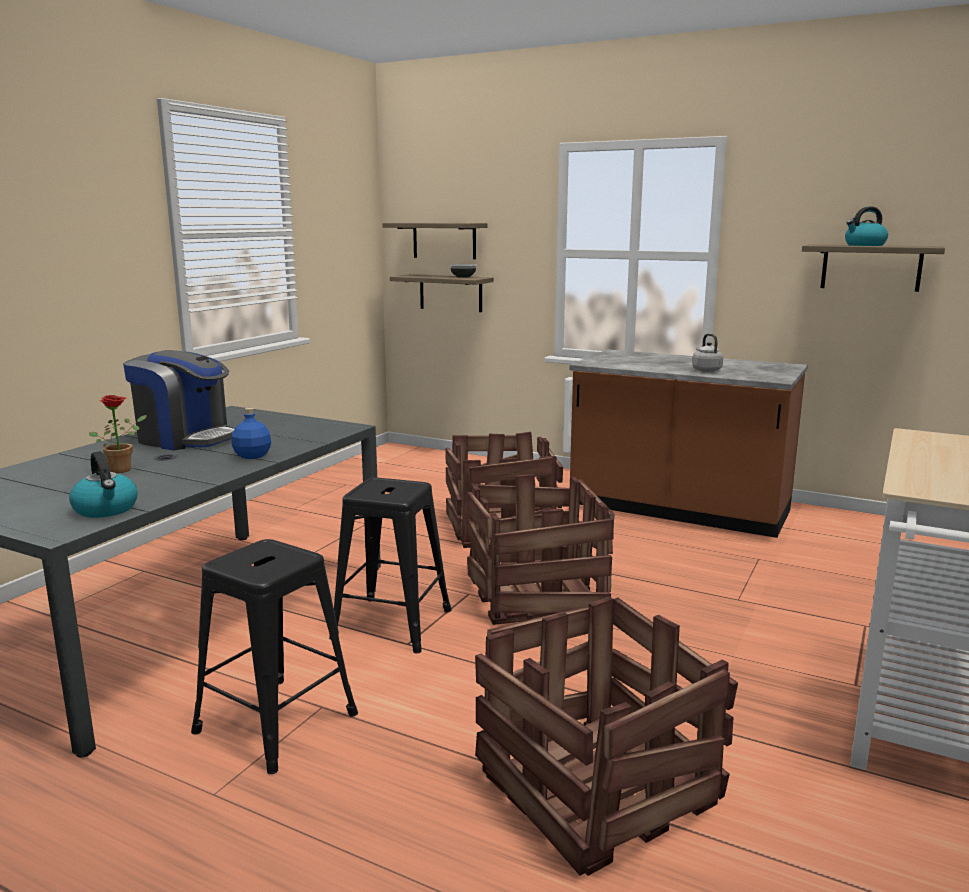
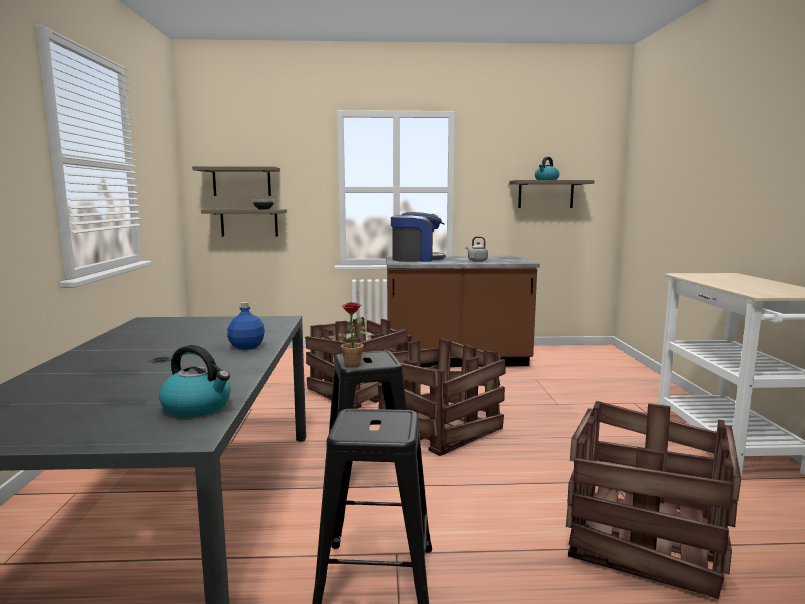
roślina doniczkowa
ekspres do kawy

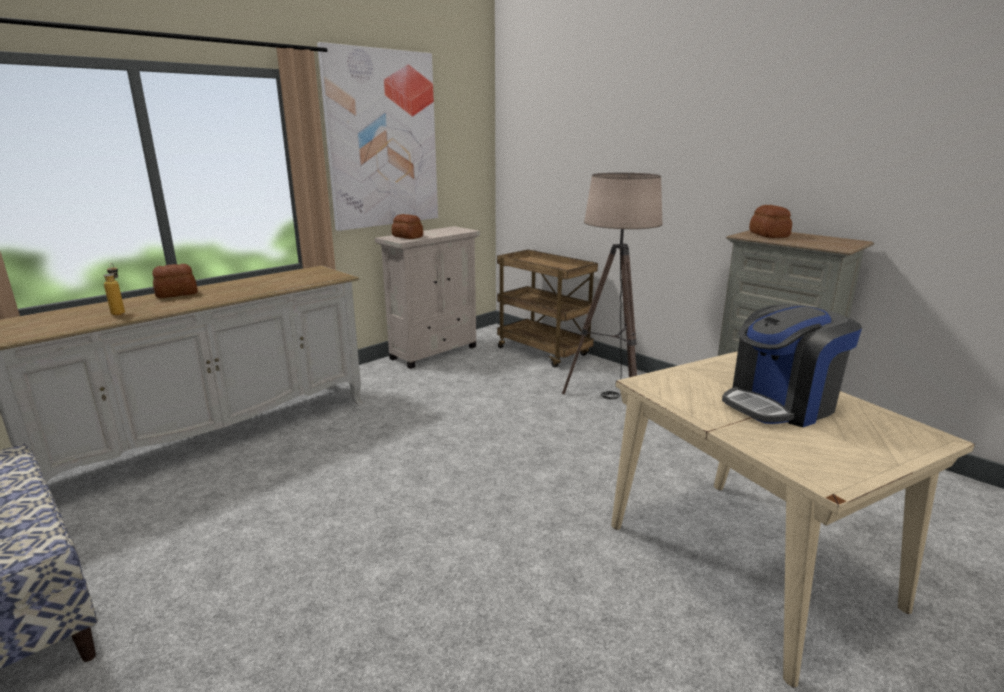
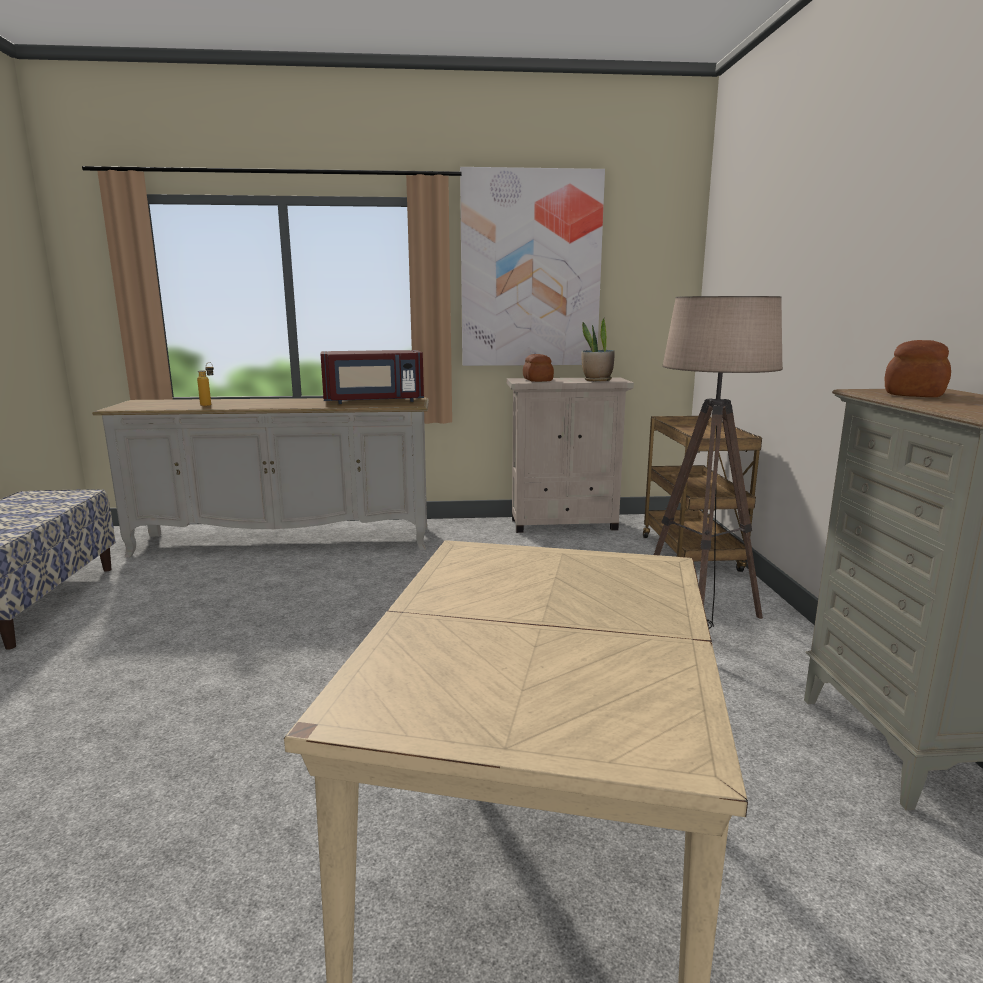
chleb (1st from left in the first image)
ekspres do kawy
mikrofalówka (czerwony)
roślina doniczkowa

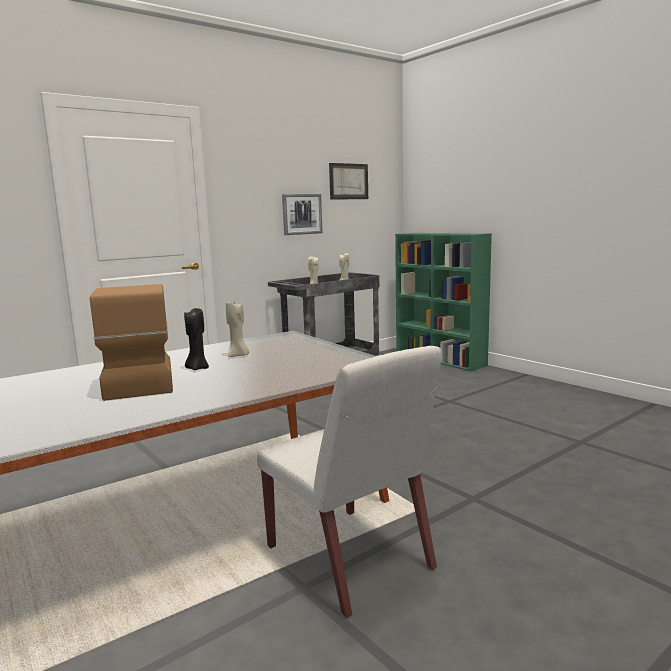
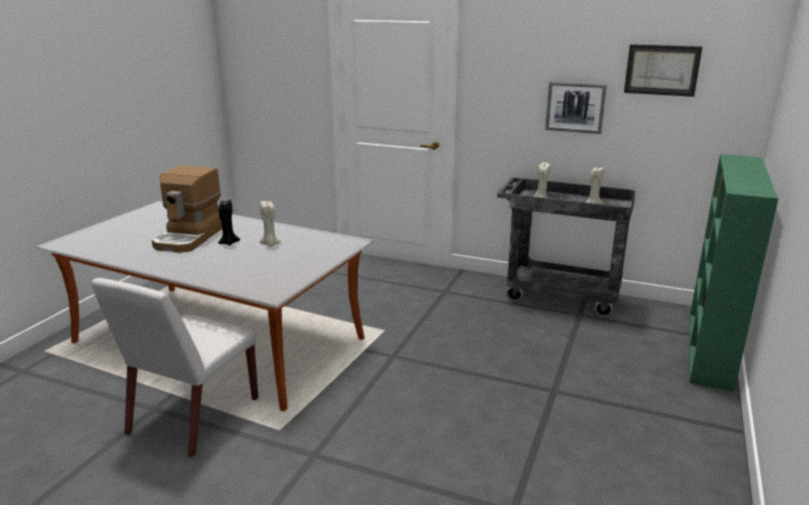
ekspres do kawy

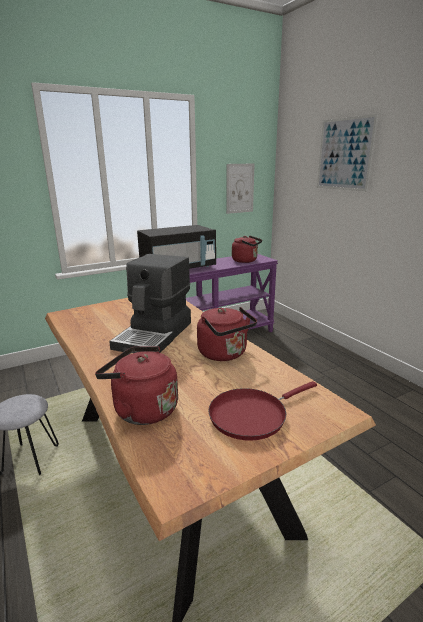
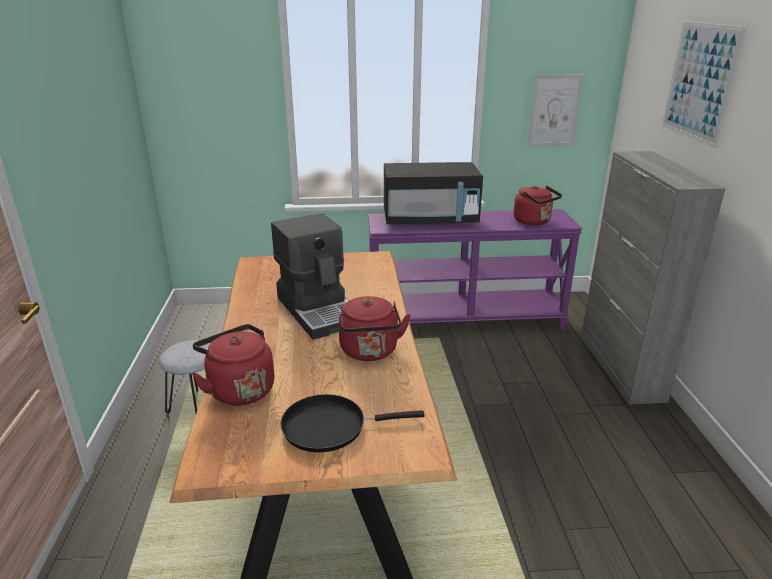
ekspres do kawy
patelnia (czarny)
szafka (szary)

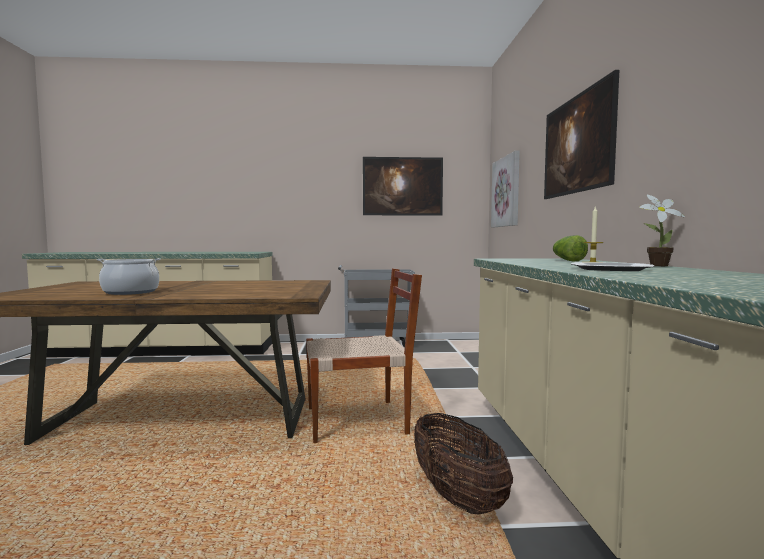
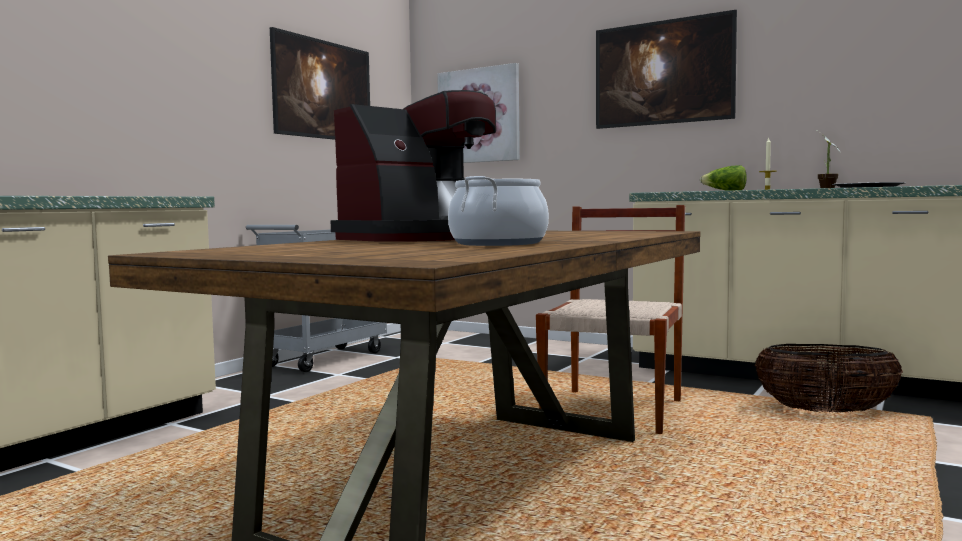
ekspres do kawy

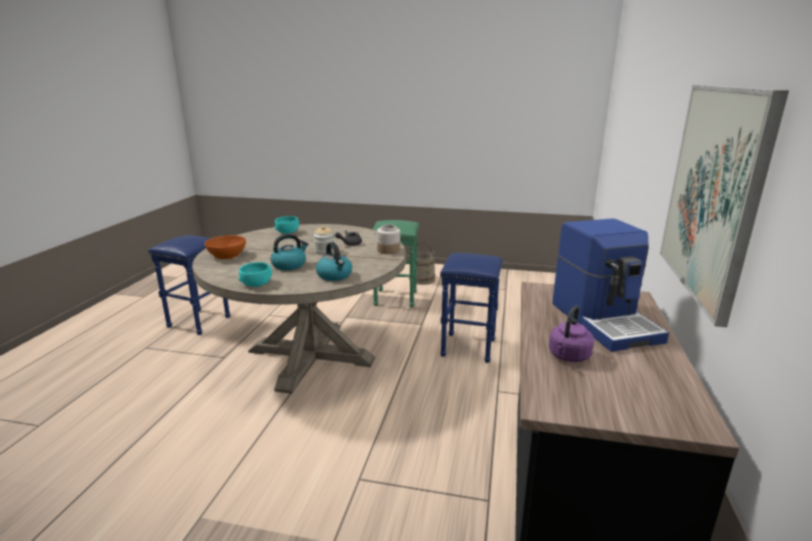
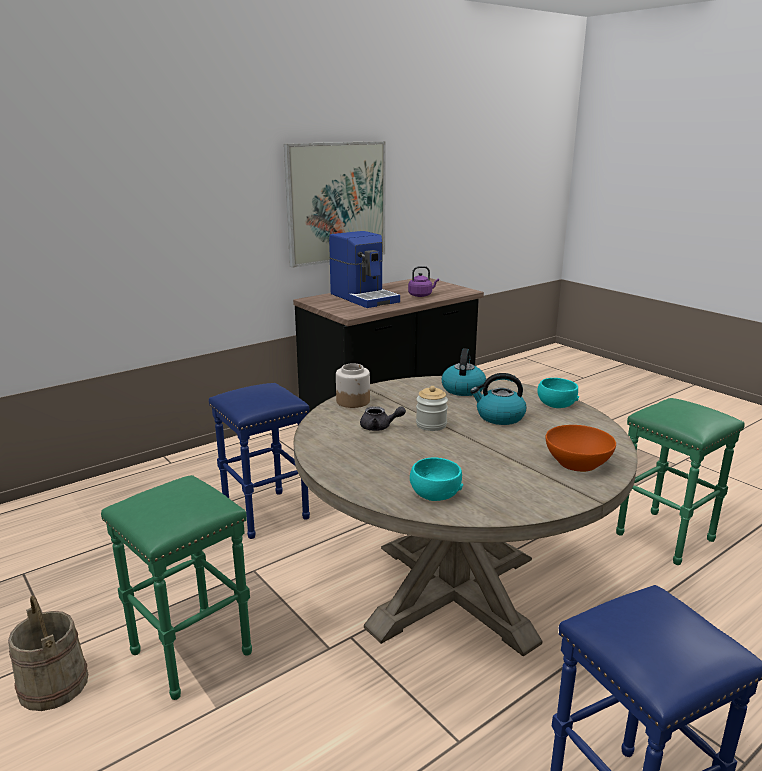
ekspres do kawy
stołek (zielony) (2nd from left)

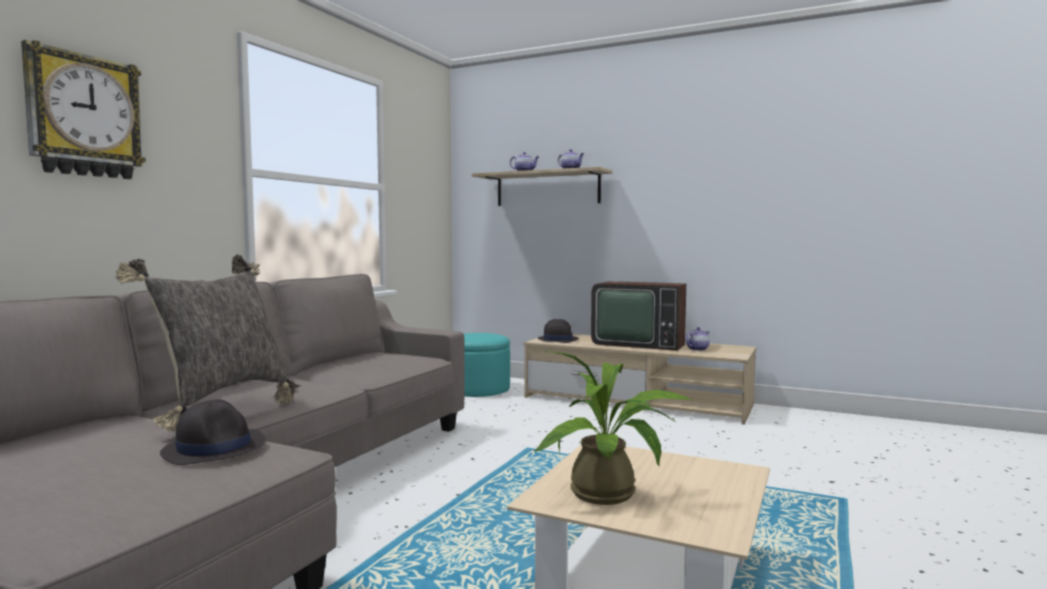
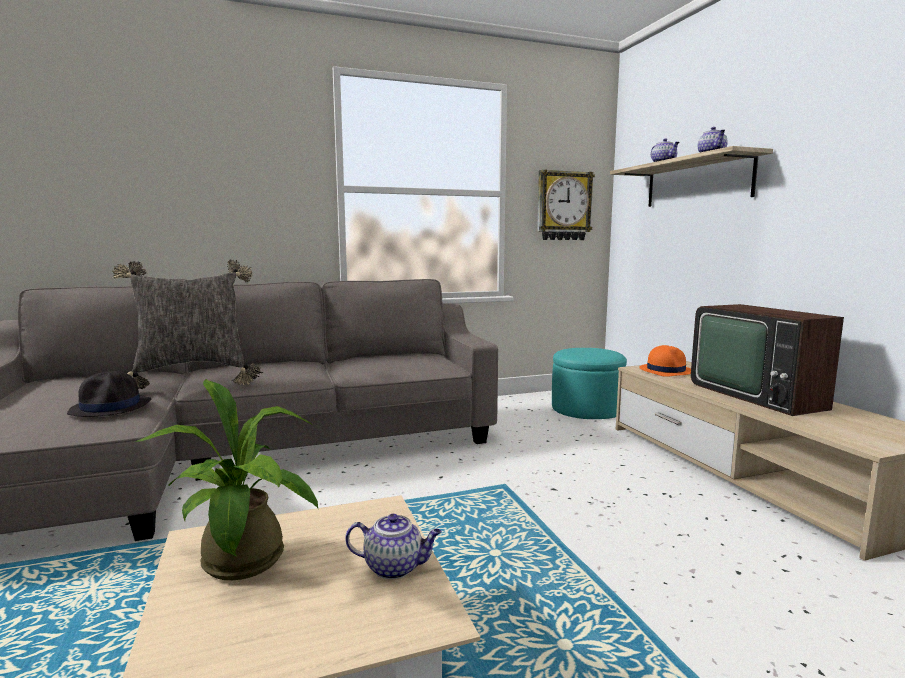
zegar ścienny
kapelusz (pomarańczowy)
imbryk (1st from left)

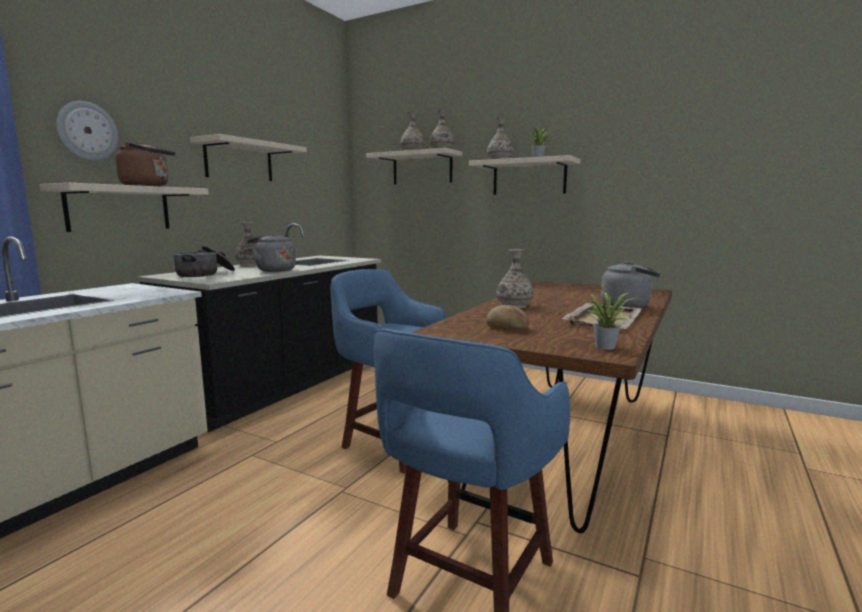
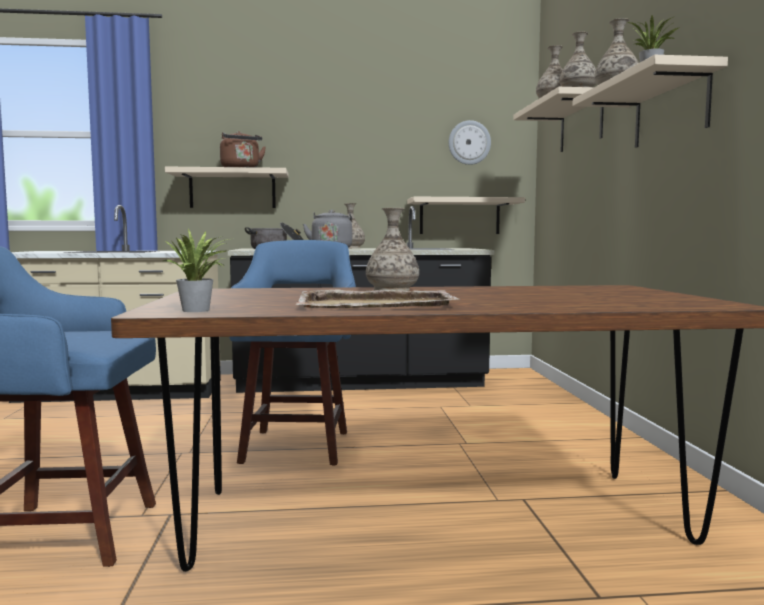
zegar ścienny
półka (beżowy) (2nd from left)
chleb
czajnik (szary) (2nd from left in the first image)

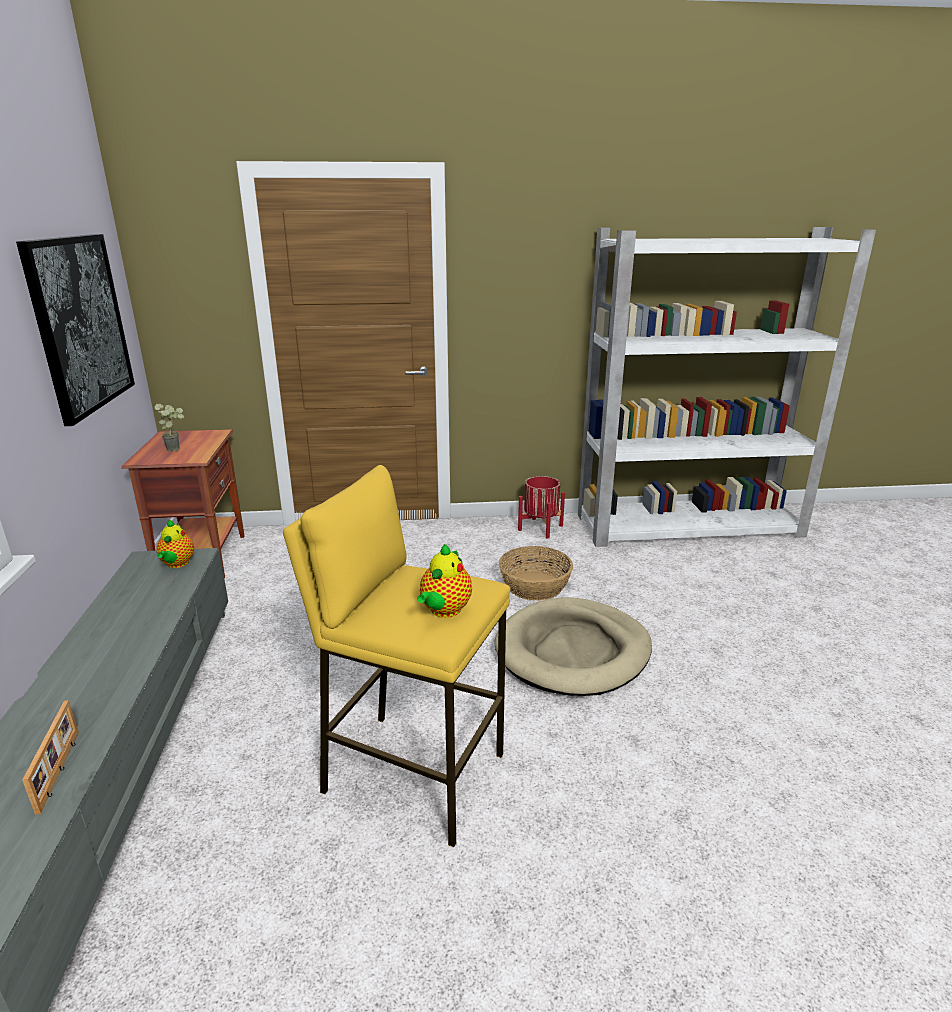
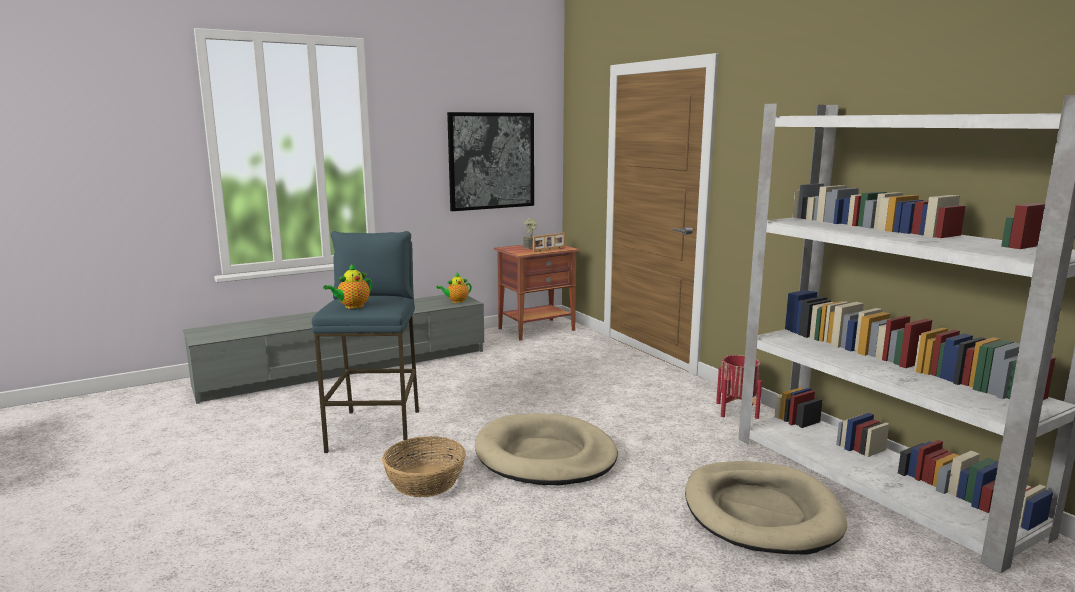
ramka na zdjęcie
stołek (niebieski)
imbryk (1st from left)
koszyk
legowisko (beżowy) (2nd from left)

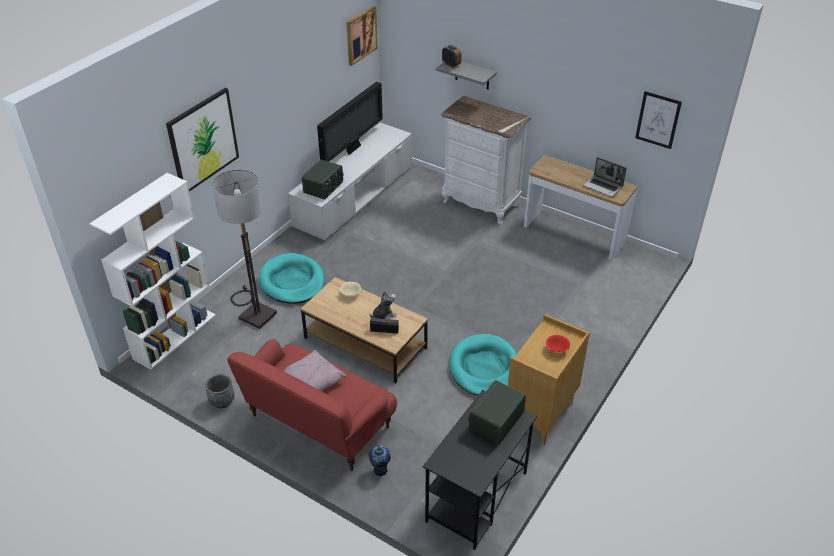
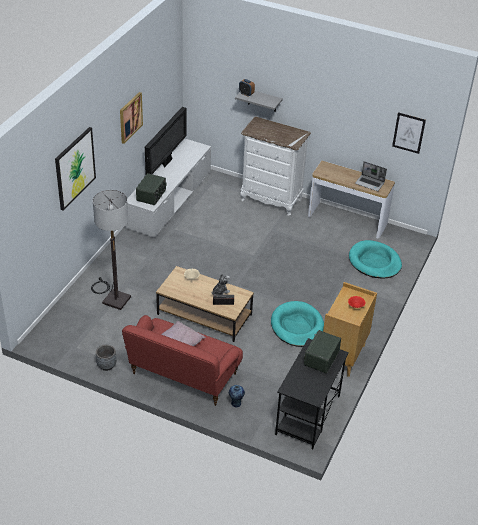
regał (biały)
legowisko (turkusowy) (2nd from left)
obraz (2nd from left)

